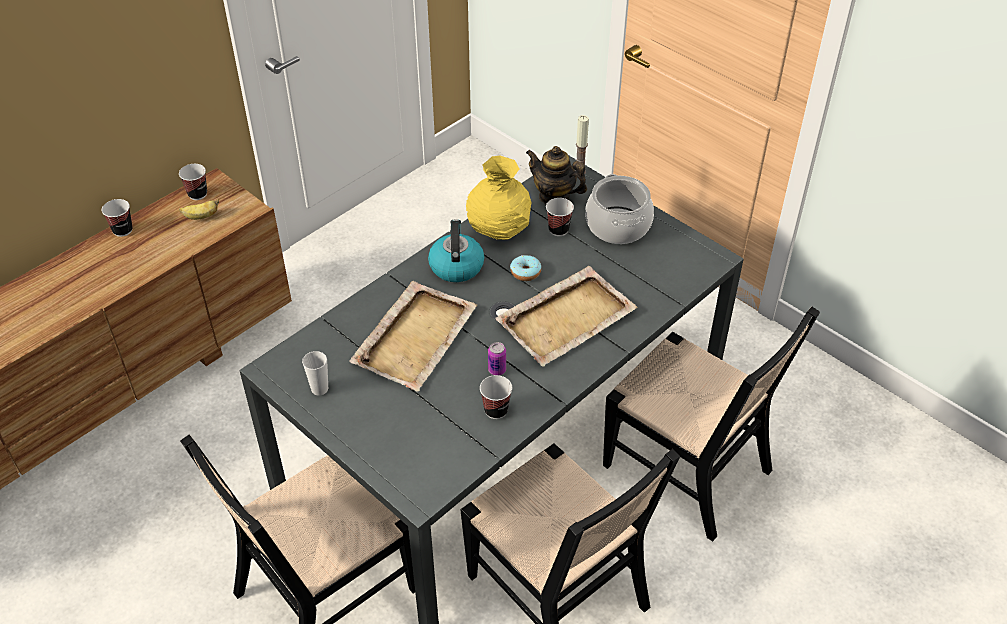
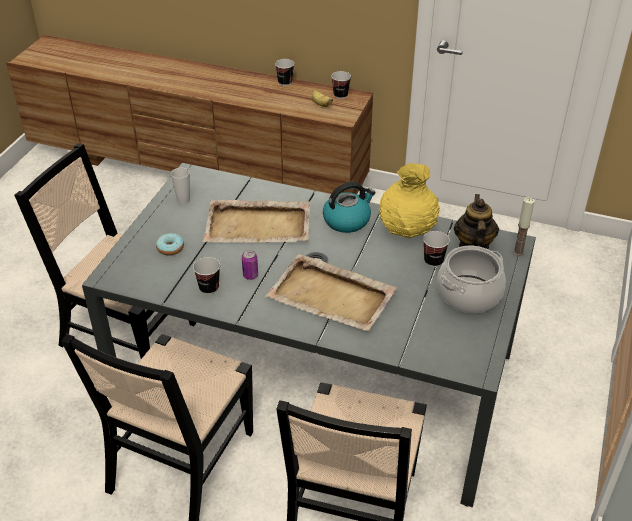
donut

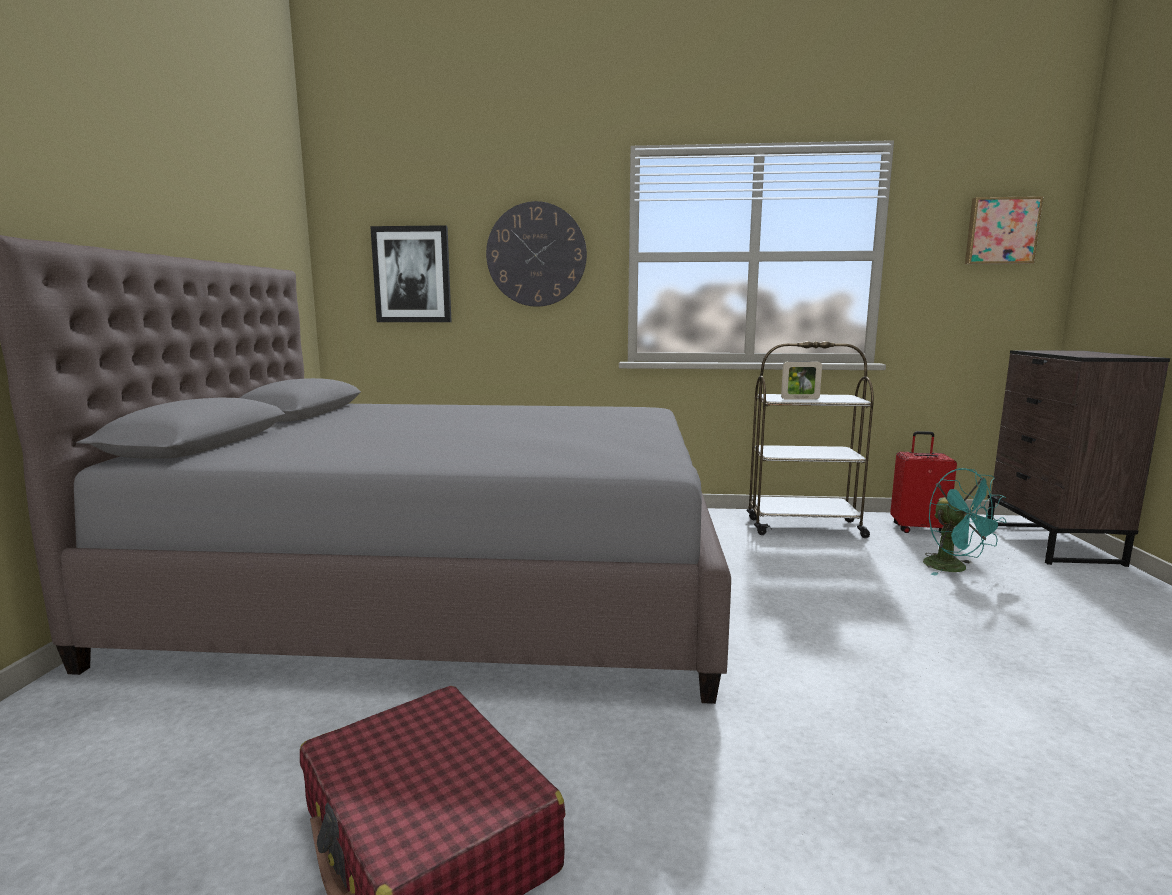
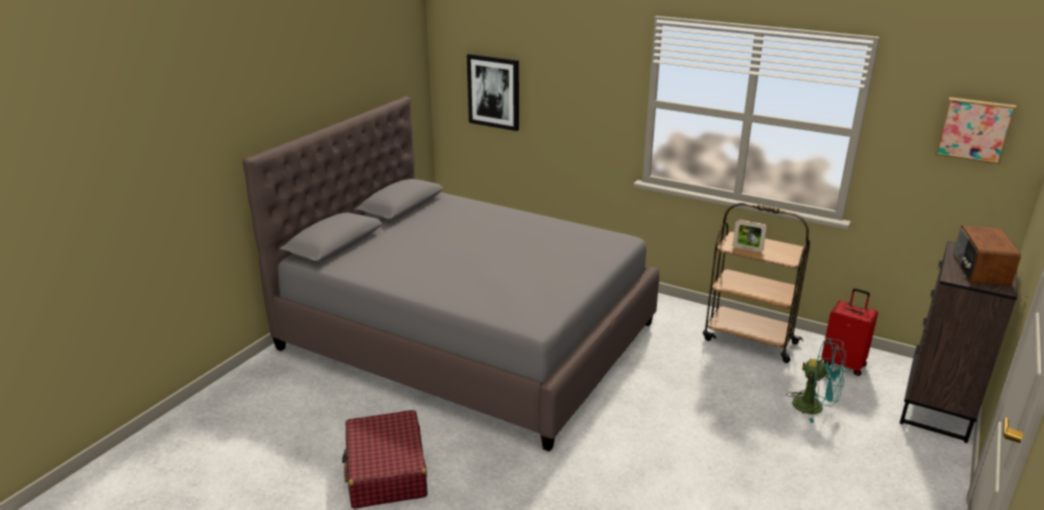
zegar ścienny
wózek (brązowy)
wentylator (turkusowy)
radio

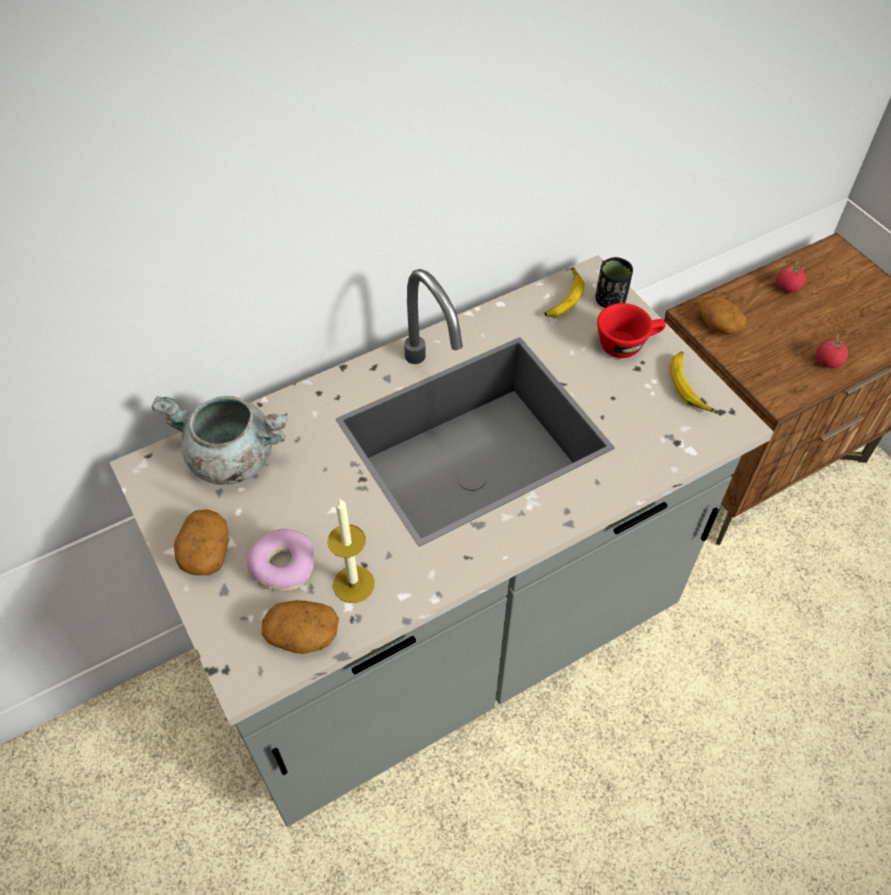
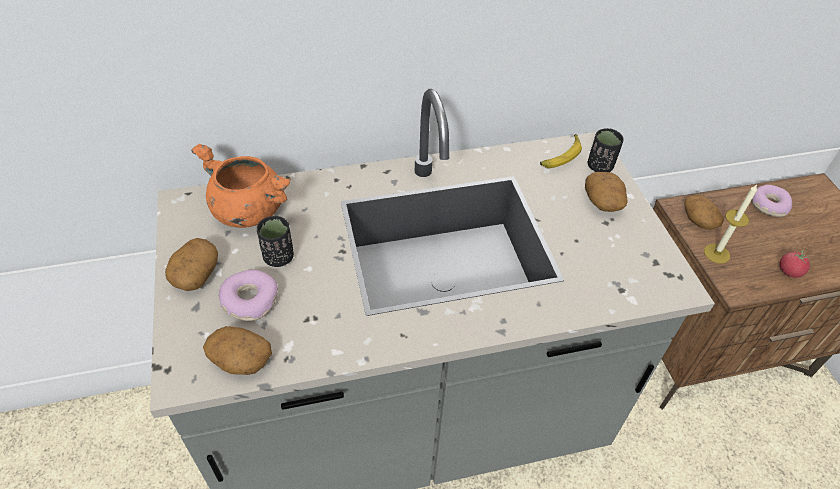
garnek (pomarańczowy)
świeca
ziemniak (3rd from left)
banan (2nd from left in the first image)
donut (2nd from left)
filiżanka (czarny) (1st from left)

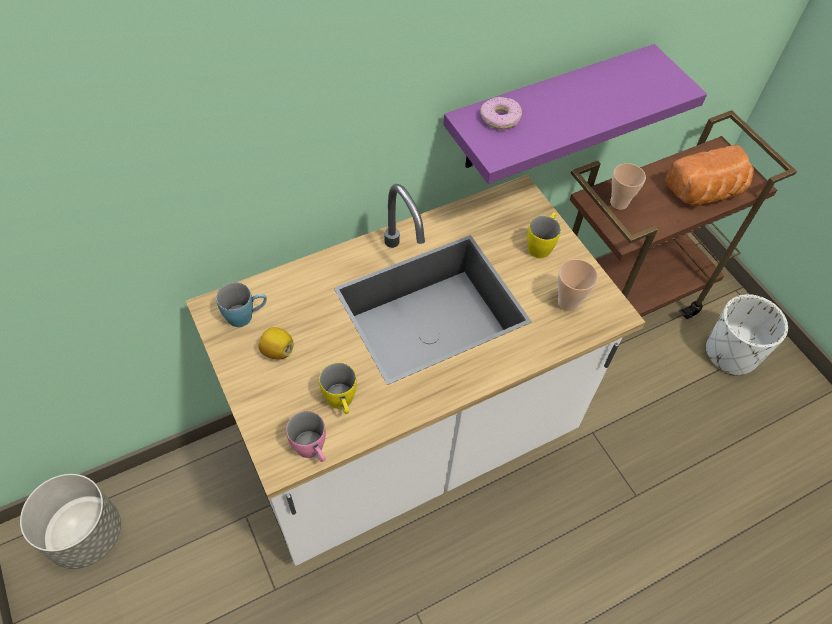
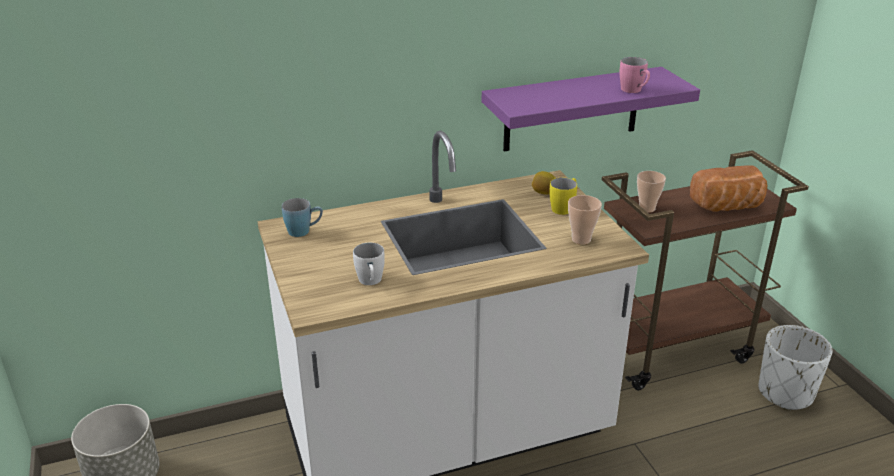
cytryna
kubek (różowy)
kubek (biały)
donut

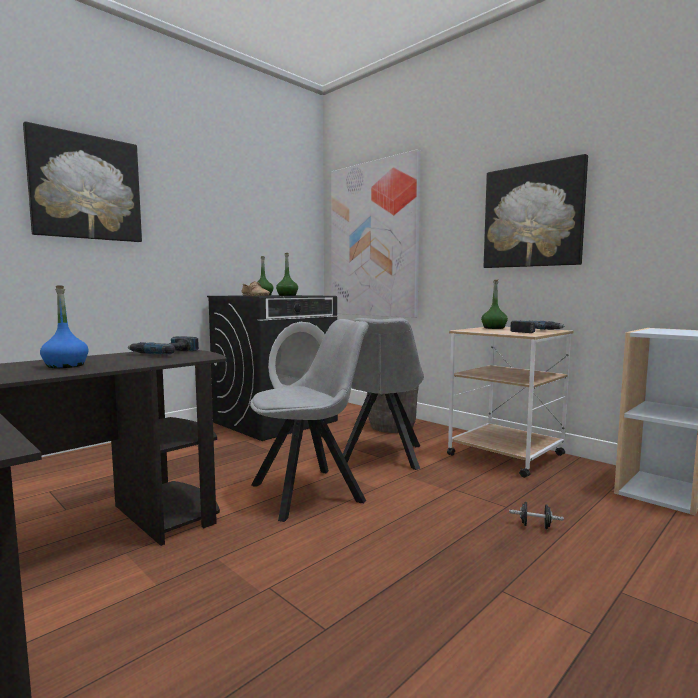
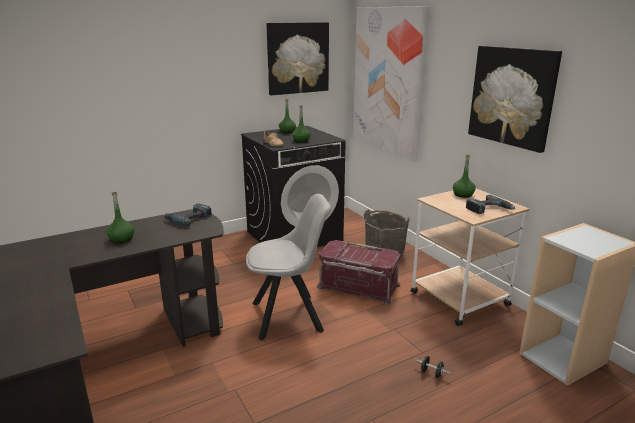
obraz (1st from left)
butelka (zielony) (1st from left)
pojemnik do przechowywania (czerwony)

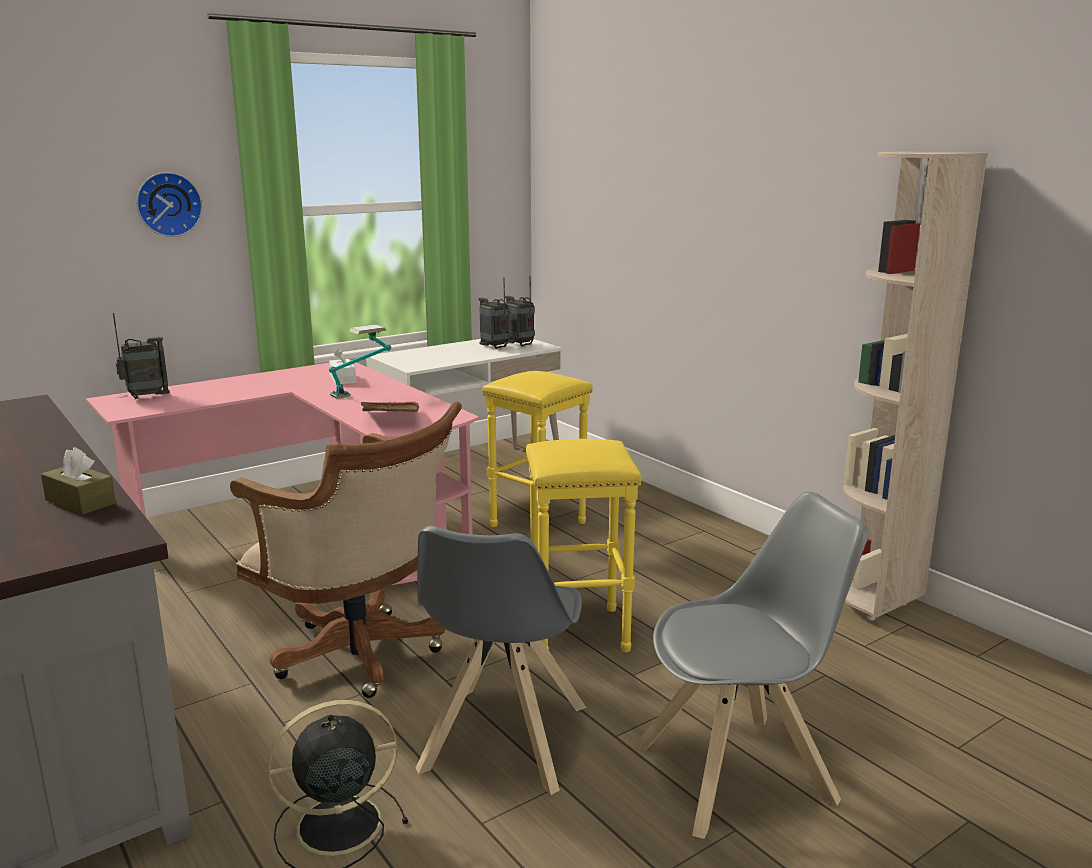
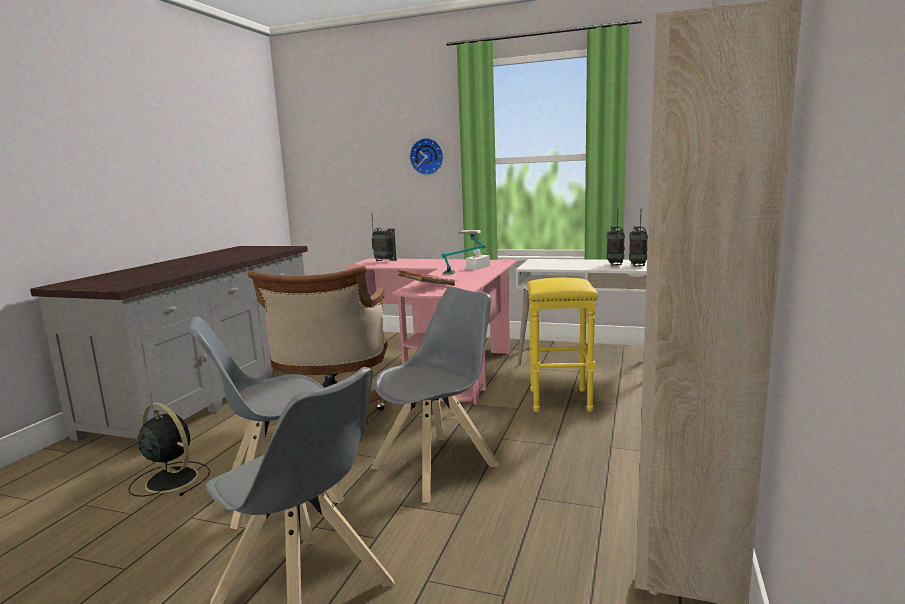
pudełko chusteczek (brązowy)
krzesło (szary) (3rd from left)

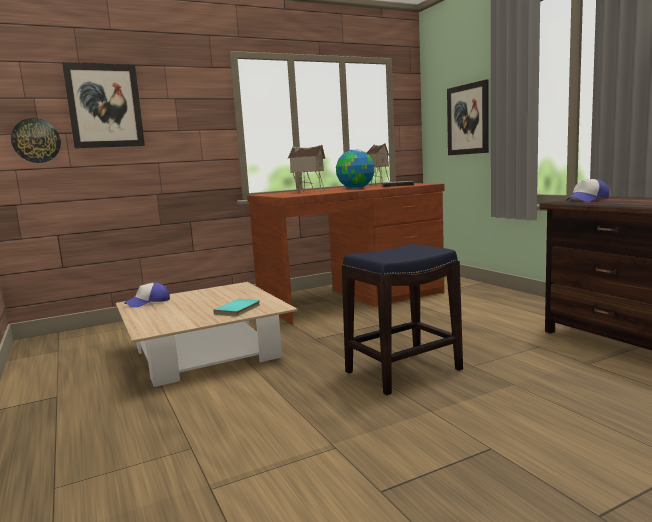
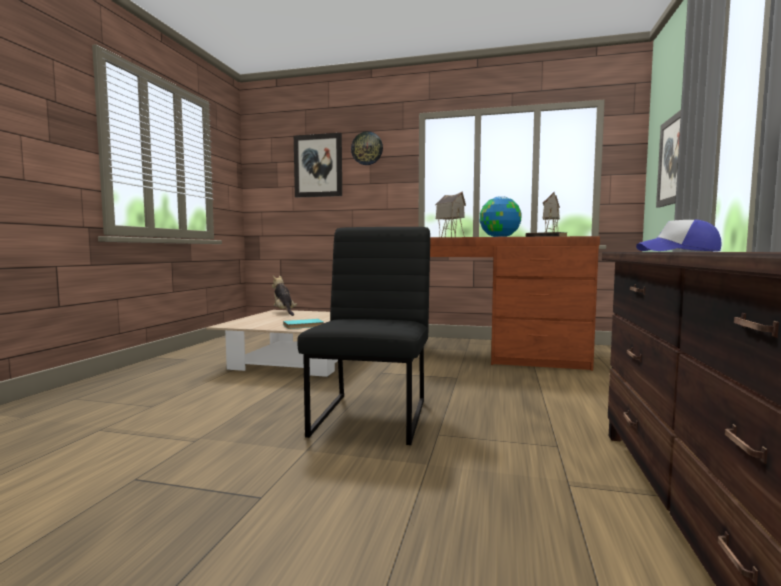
zegar ścienny
pluszak
krzesło (czarny)

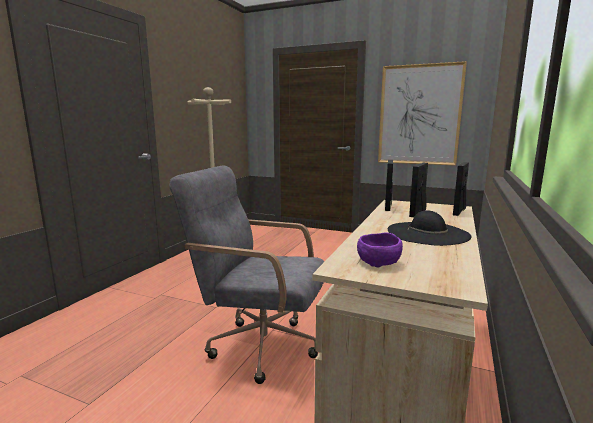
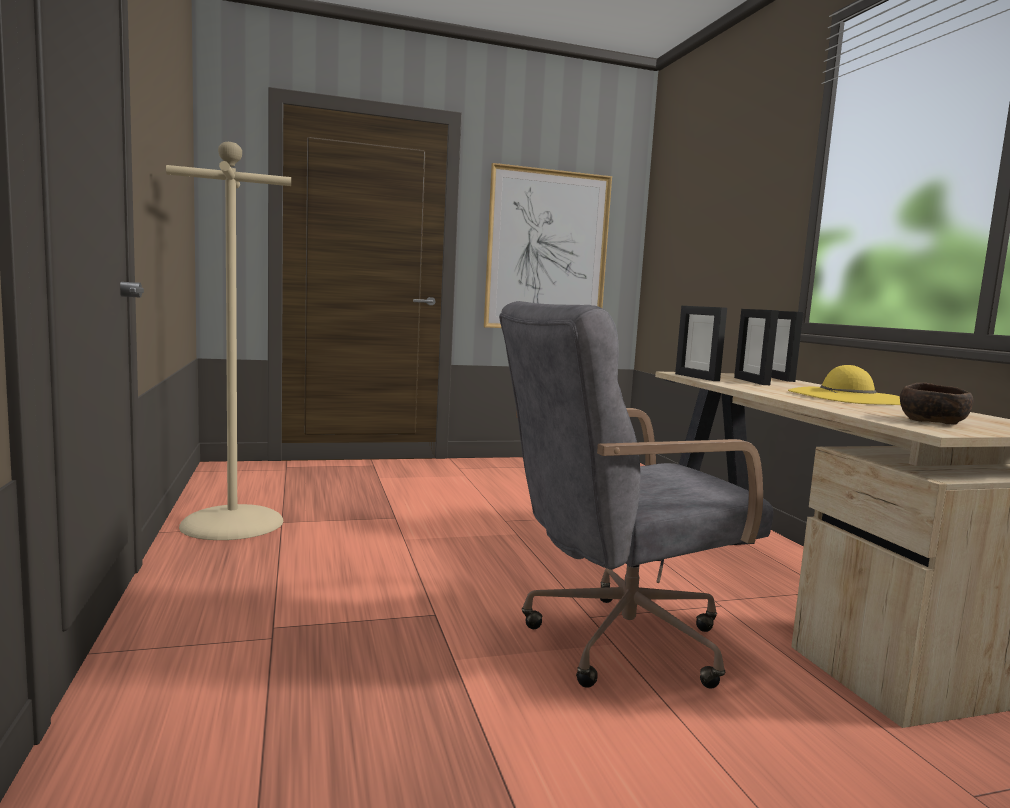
miska (brązowy)
kapelusz (żółty)

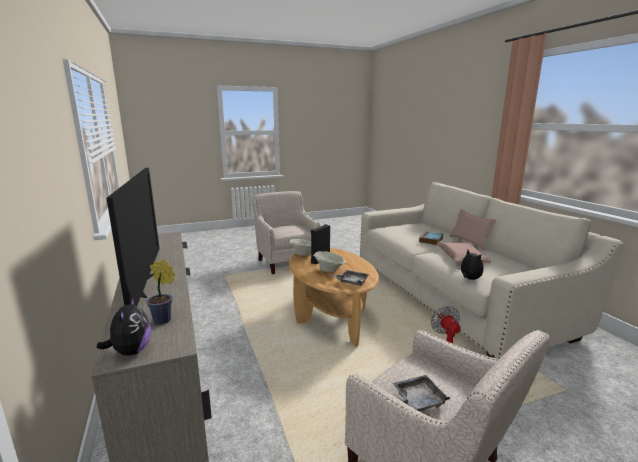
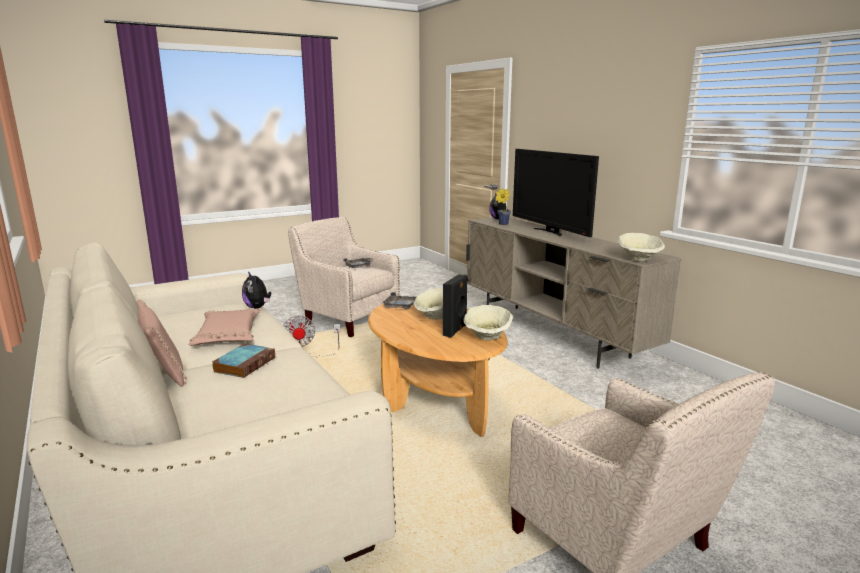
miska (beżowy) (3rd from left)

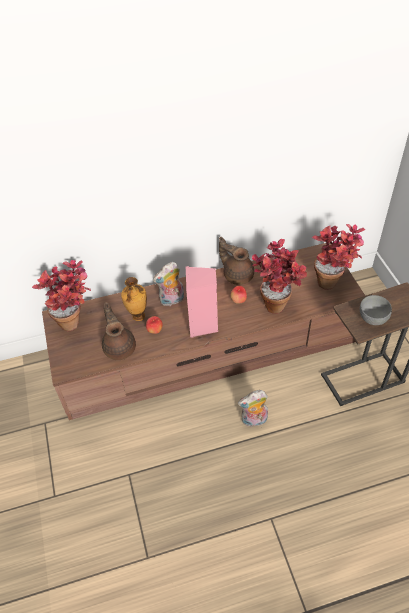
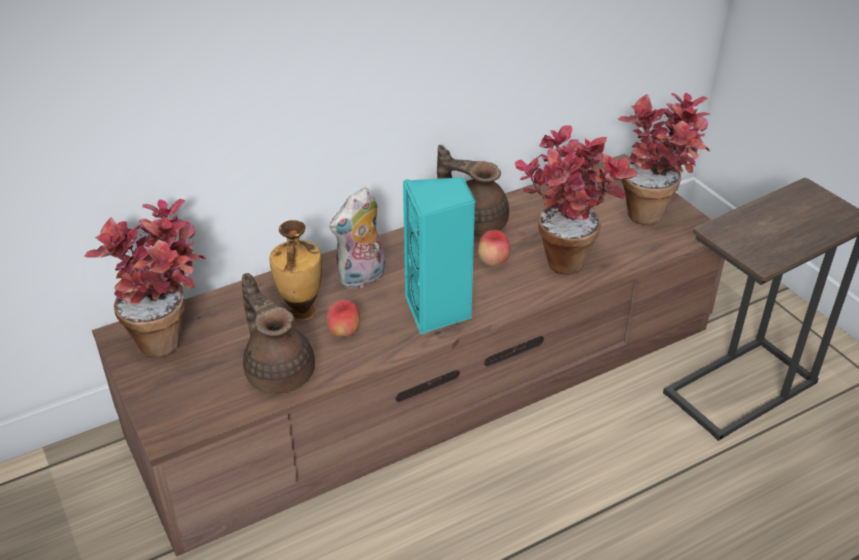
głośnik (turkusowy)
pluszak (2nd from left in the first image)
miska (szary)

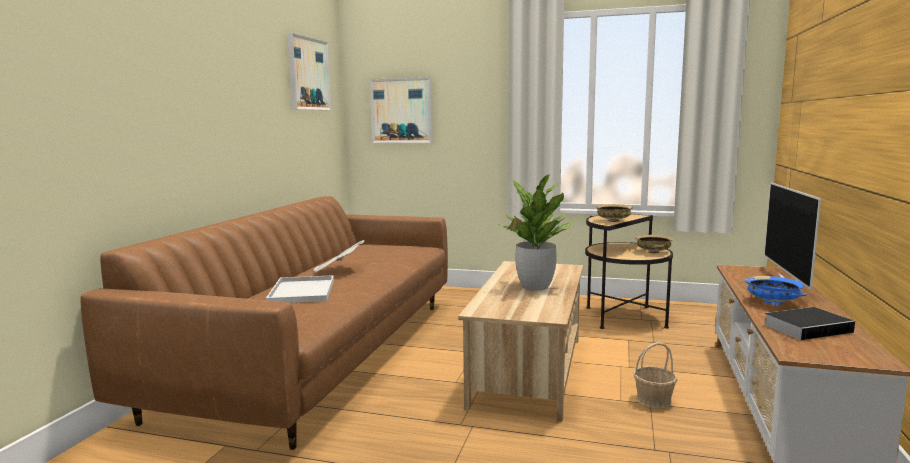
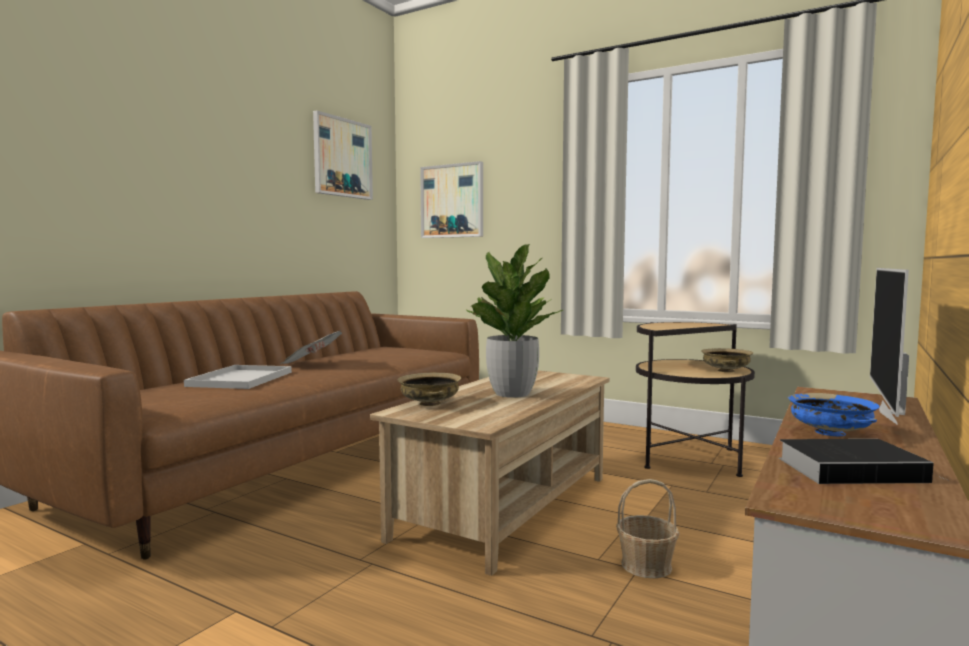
miska (beżowy) (1st from left)

